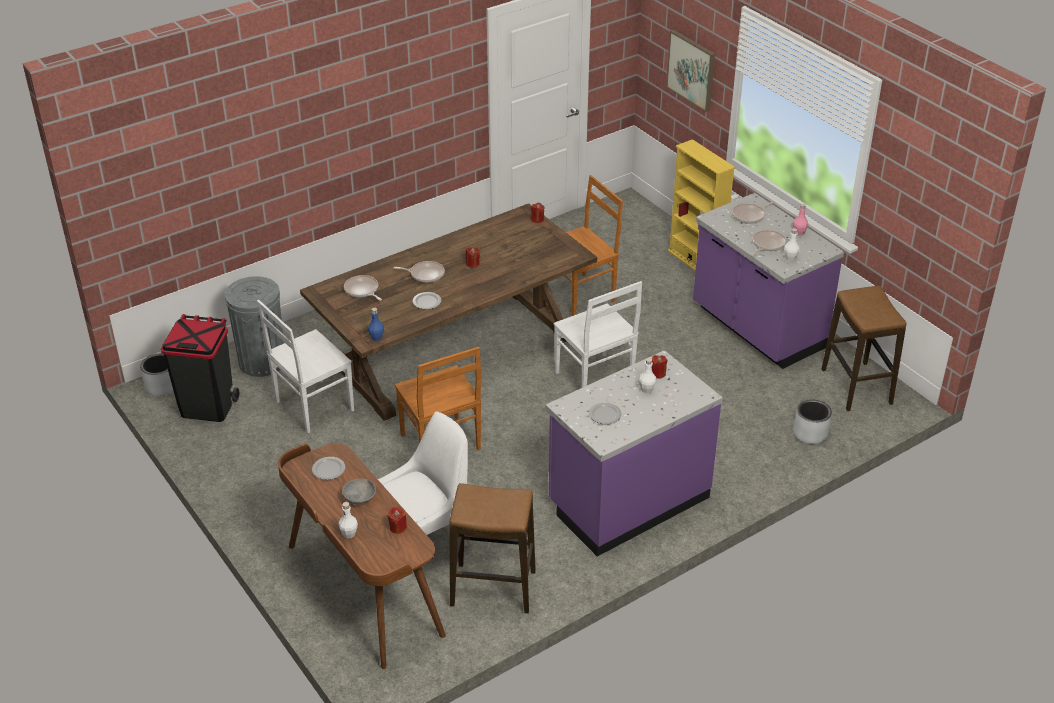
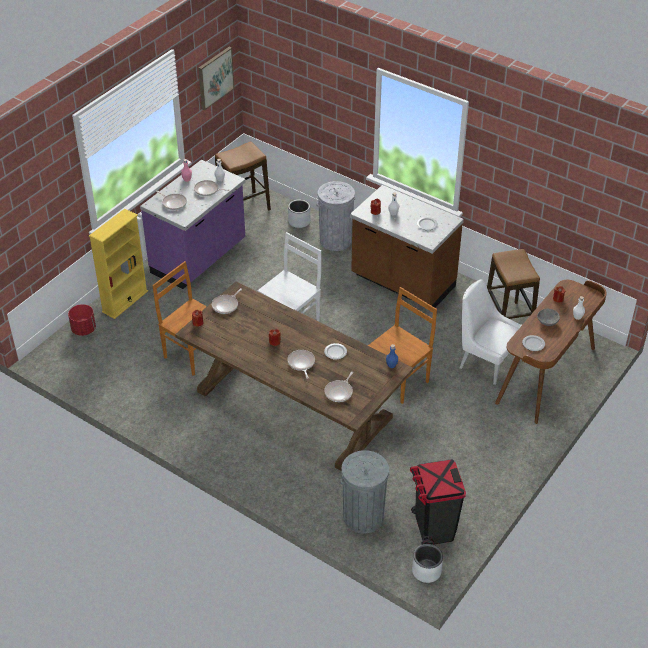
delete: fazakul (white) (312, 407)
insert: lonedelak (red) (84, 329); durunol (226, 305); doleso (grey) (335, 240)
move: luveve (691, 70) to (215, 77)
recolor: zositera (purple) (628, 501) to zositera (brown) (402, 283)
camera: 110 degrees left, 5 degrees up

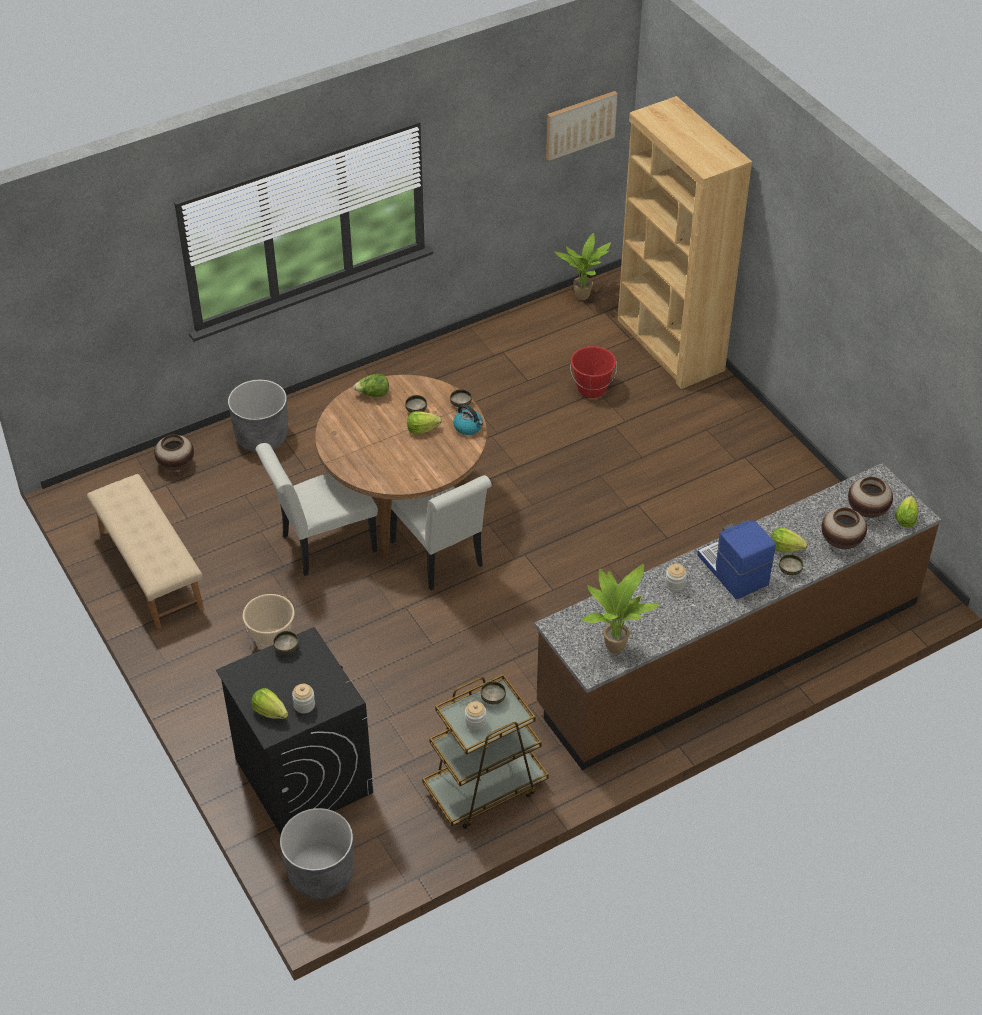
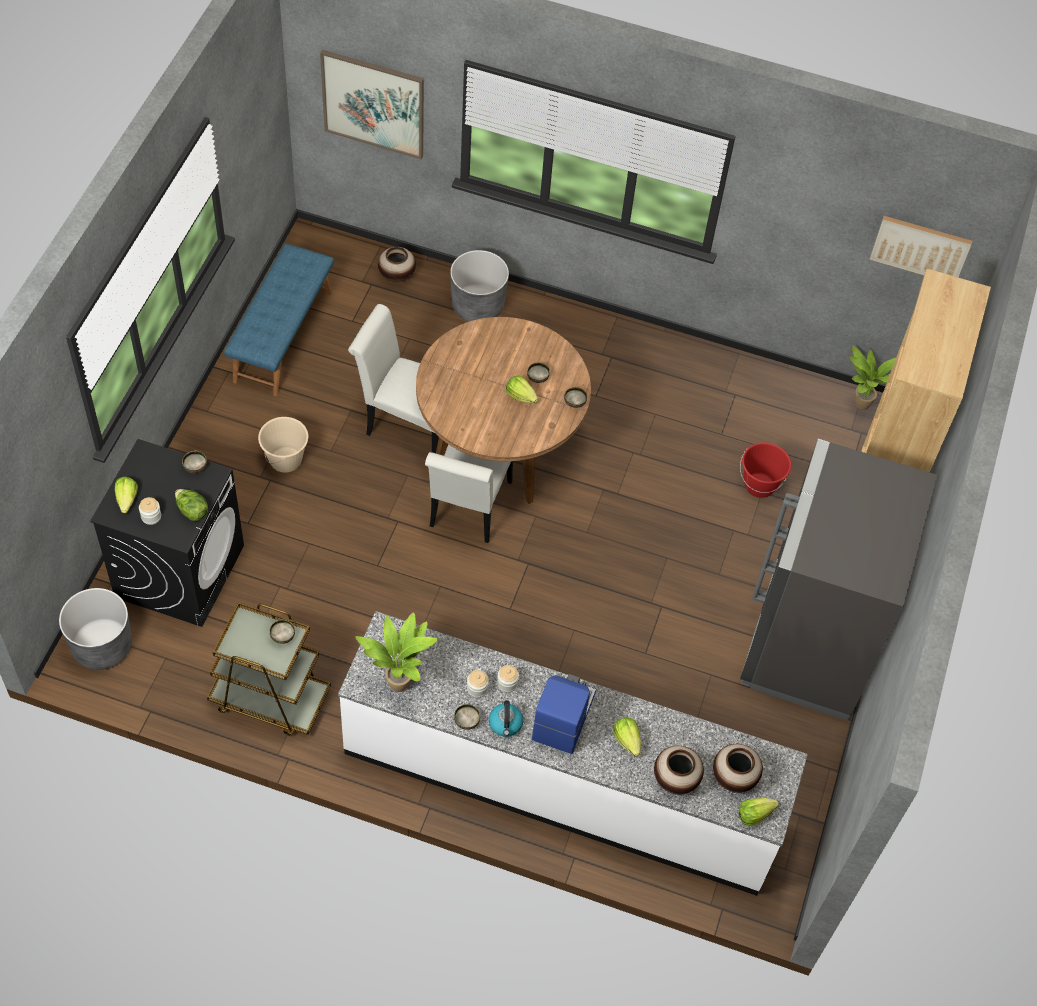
insert: luveve (373, 103); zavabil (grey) (809, 641)
move: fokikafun (373, 394) to (192, 511); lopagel (789, 570) to (467, 721); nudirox (475, 722) to (477, 689); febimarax (468, 427) to (505, 724)
recolor: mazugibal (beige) (149, 569) to mazugibal (blue) (282, 336); zositera (brown) (730, 653) to zositera (white) (561, 783)
camera: 45 degrees right, 10 degrees up

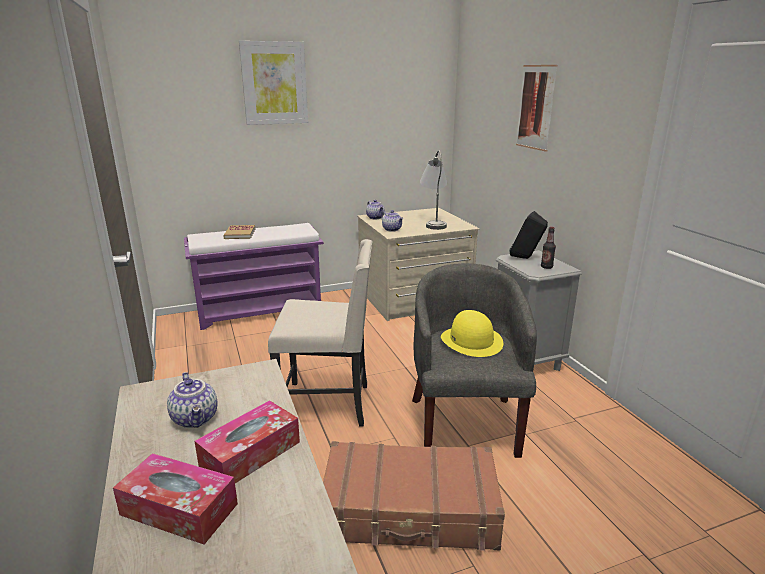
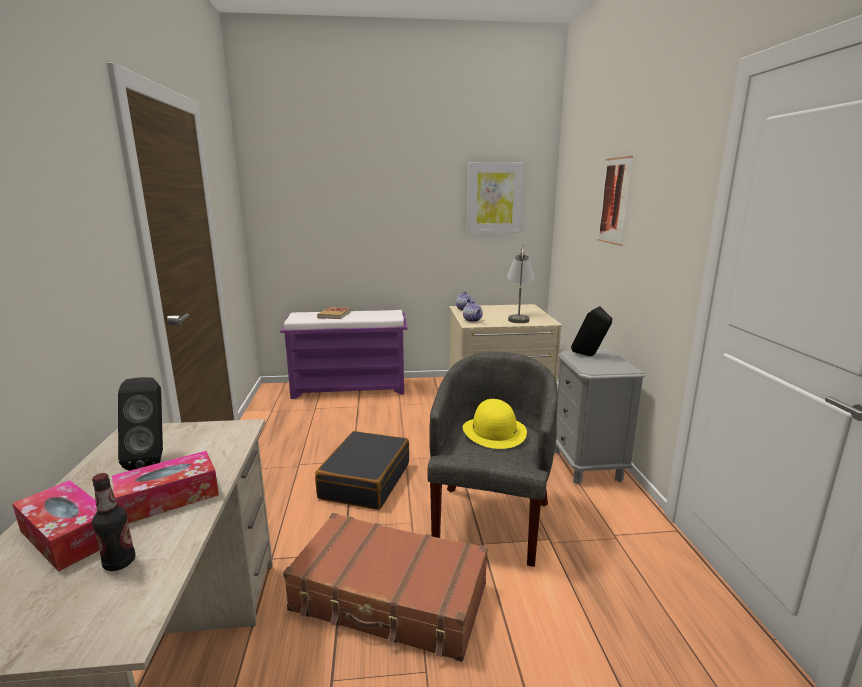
move: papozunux (546, 267) to (119, 562); luveve (274, 83) to (494, 198)
replace: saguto (196, 418) to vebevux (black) (153, 460); fazakul (beige) (328, 405) to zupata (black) (365, 480)
camera: 15 degrees right, 5 degrees down

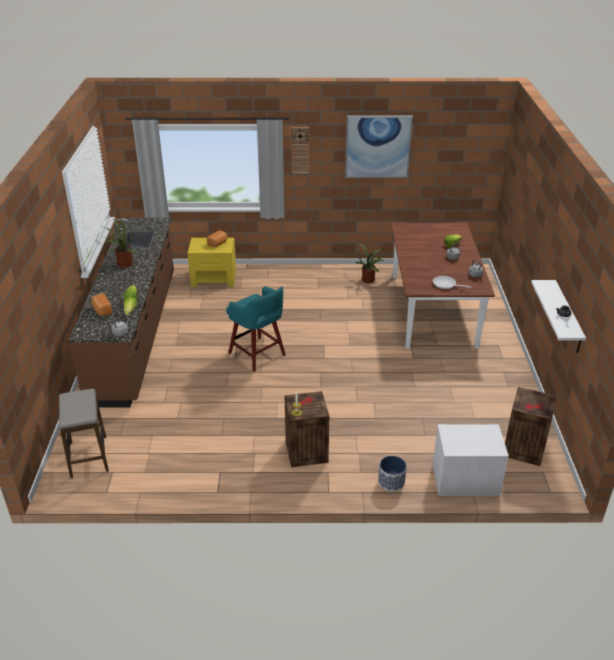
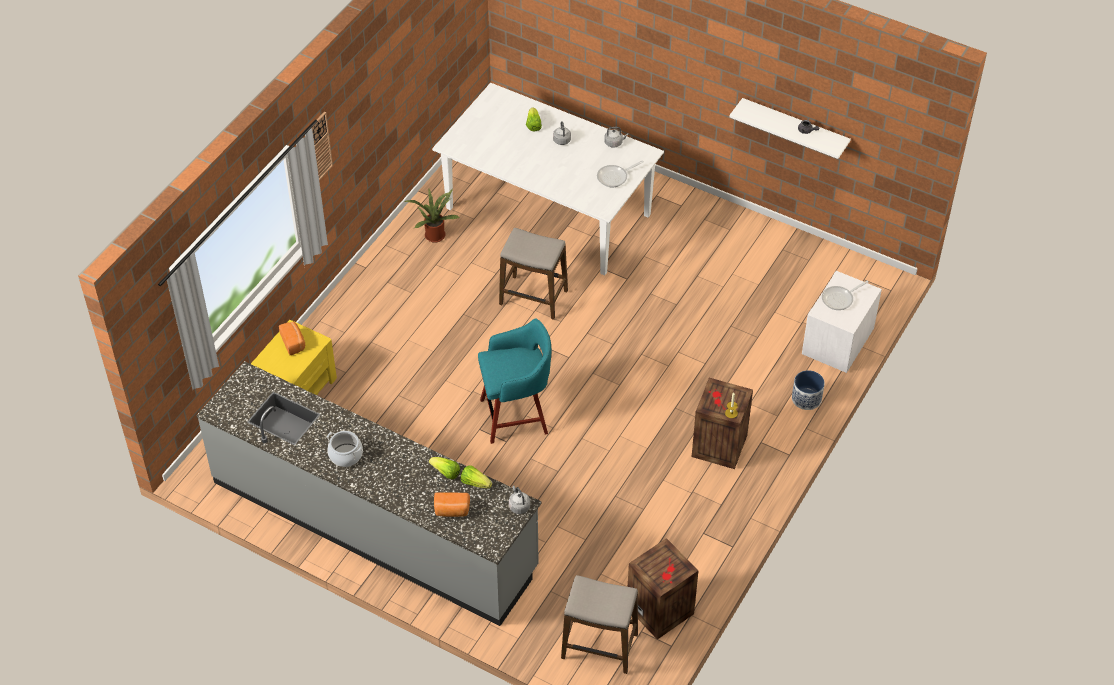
delete: luveve (377, 146)
insert: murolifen (533, 298); durunol (840, 299)
move: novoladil (524, 449) to (661, 610)
replace: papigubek (123, 264) to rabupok (345, 455)
recolor: zositera (brown) (136, 334) to zositera (grey) (374, 524); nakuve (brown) (433, 310) to nakuve (white) (549, 211)
camera: 60 degrees left, 15 degrees up

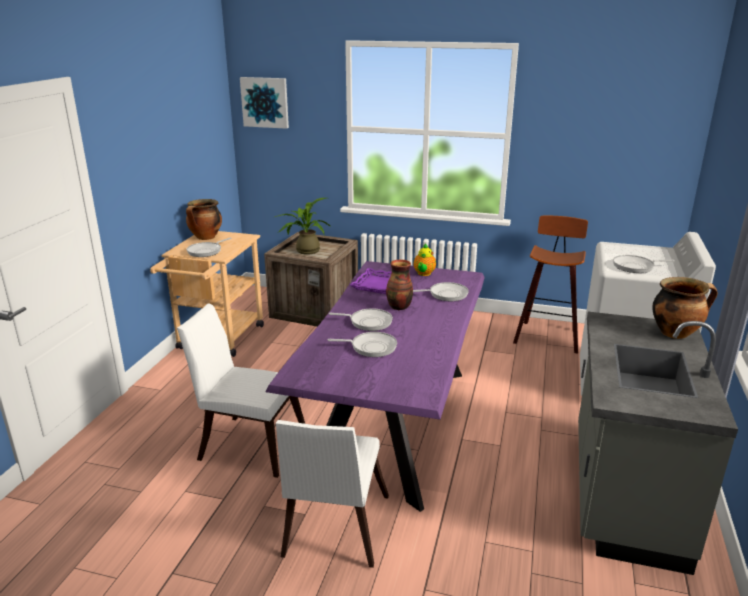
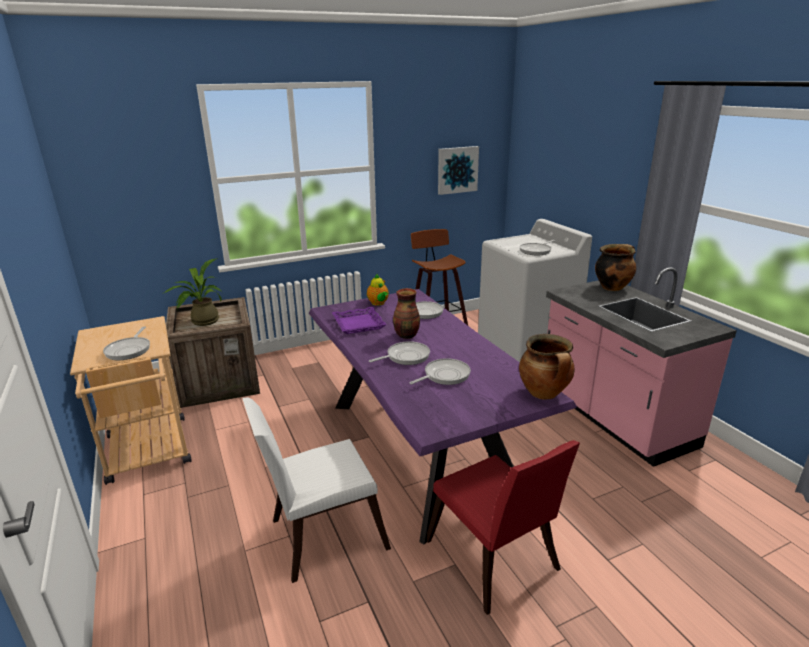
move: luveve (265, 102) to (457, 170); rabupok (205, 238) to (544, 394)
recolor: fazakul (white) (333, 531) to fazakul (red) (494, 562); zositera (grey) (623, 494) to zositera (pink) (614, 418)
camera: 40 degrees left, 0 degrees up

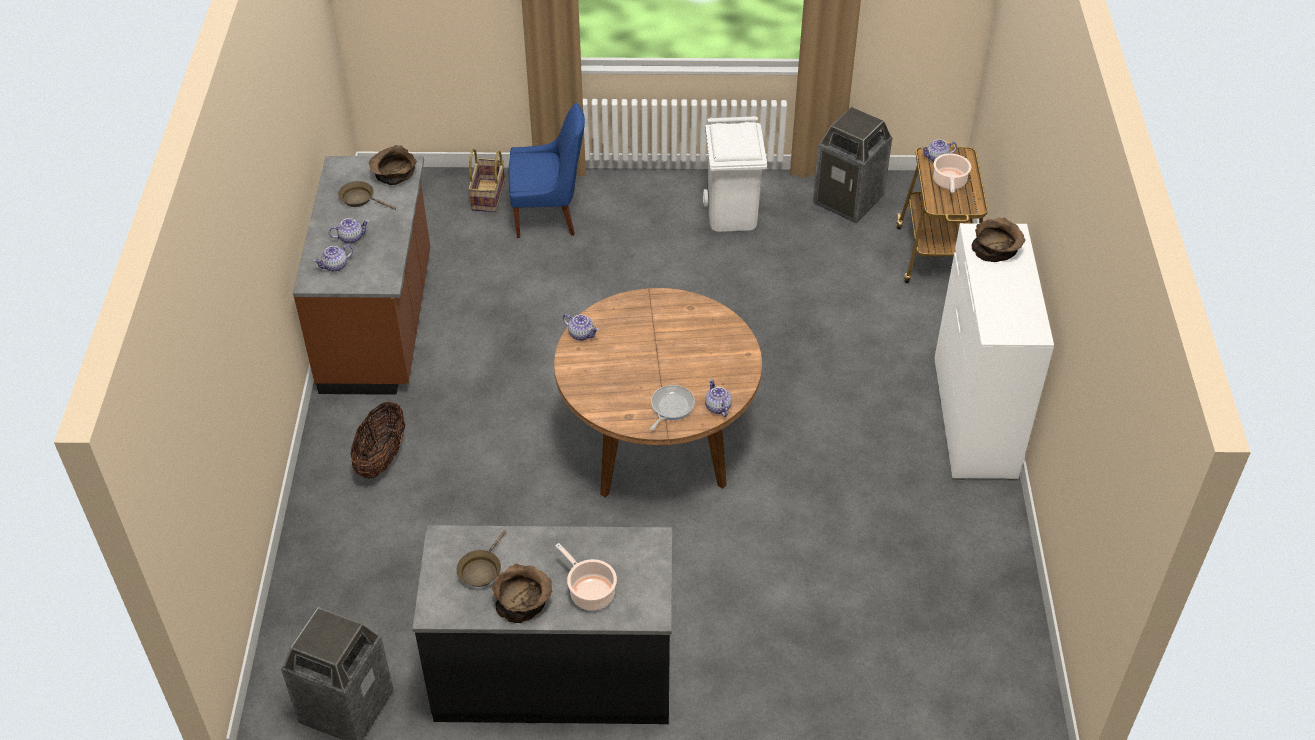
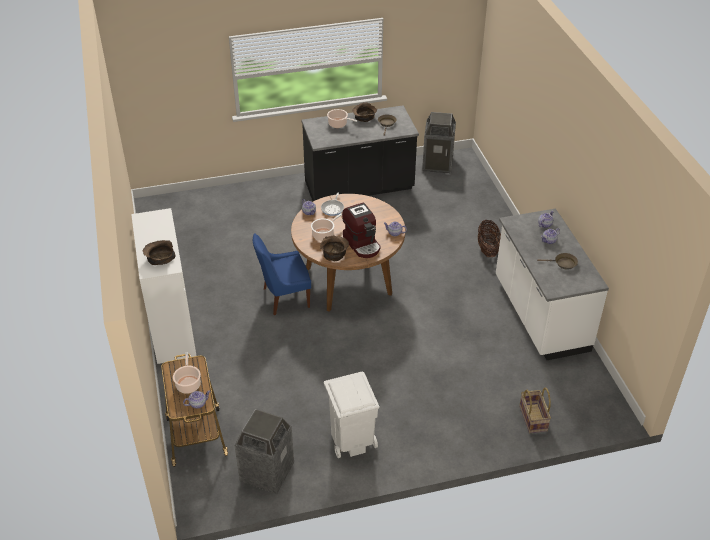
insert: rabupok (324, 234); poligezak (362, 244)
move: fazakul (blue) (549, 215) to (284, 298); lopagel (brown) (394, 175) to (334, 253)
recolor: zositera (brown) (379, 324) to zositera (white) (539, 315)
camera: 165 degrees right, 5 degrees down

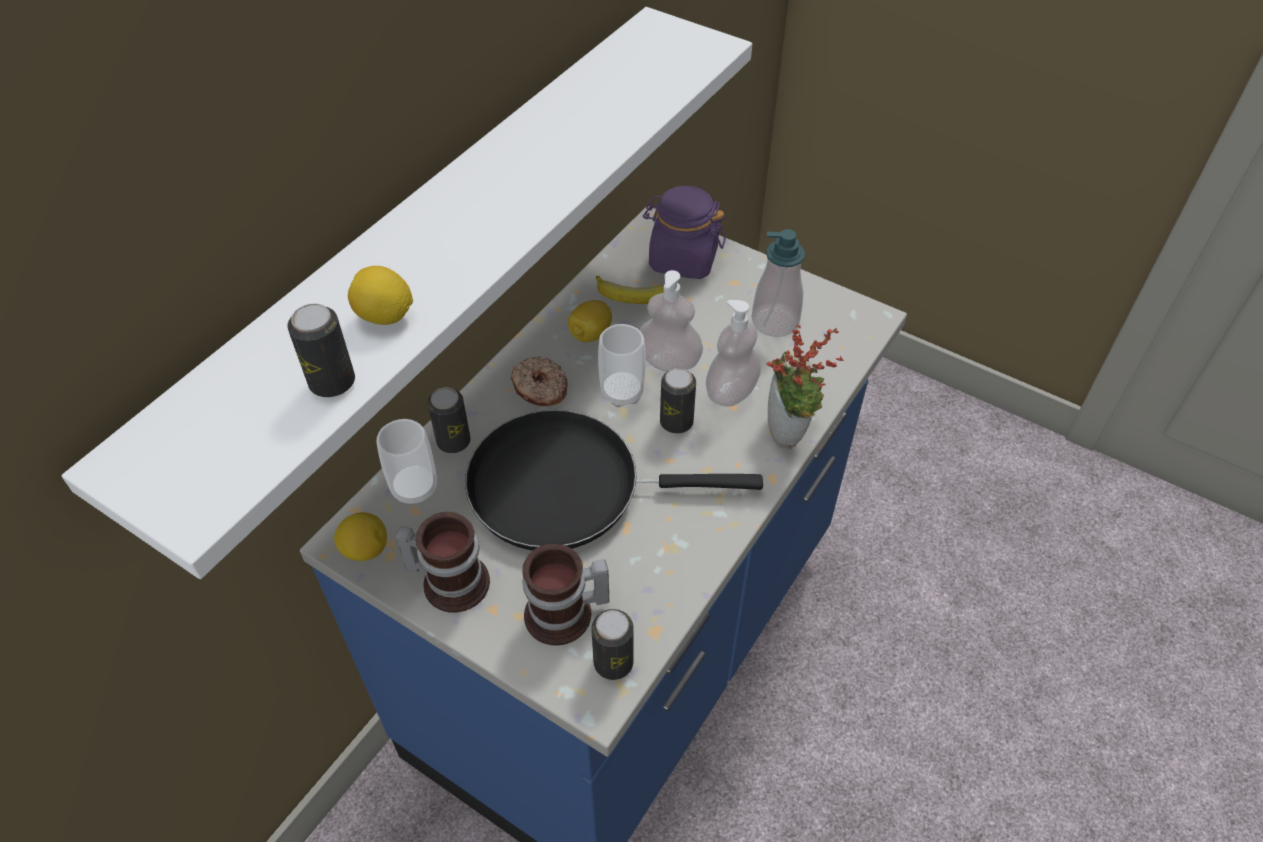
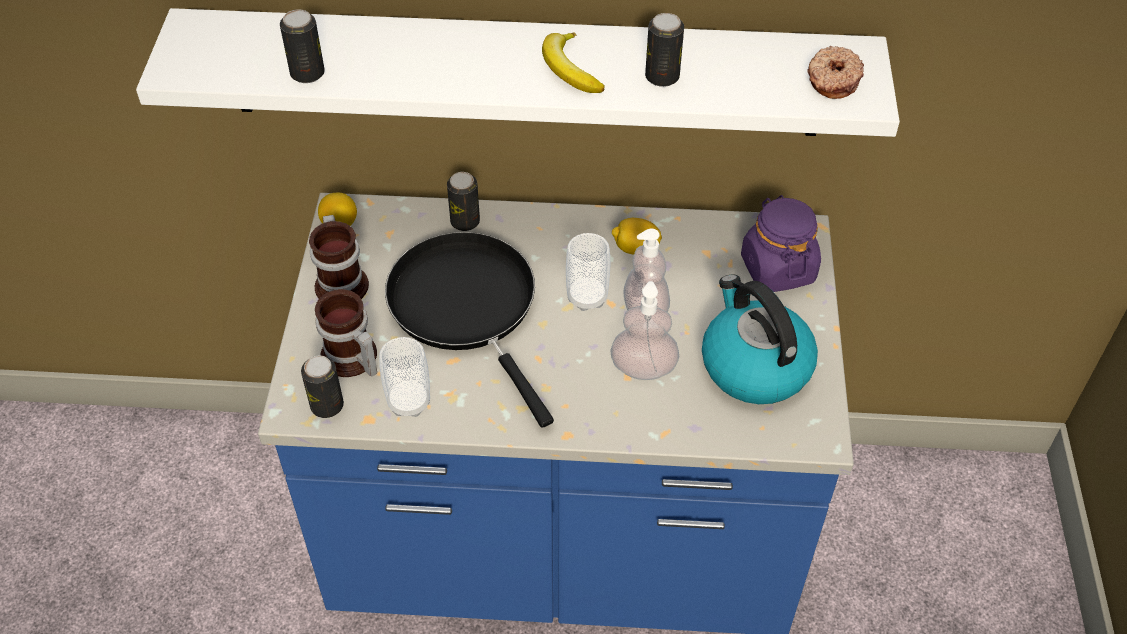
delete: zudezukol (385, 317); papigubek (790, 434)
move: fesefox (415, 488) to (409, 402); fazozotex (632, 298) to (569, 70); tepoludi (676, 422) to (662, 77); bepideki (540, 389) to (832, 80)
replace: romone (775, 321) to febimarax (754, 365)
camera: 60 degrees right, 0 degrees up

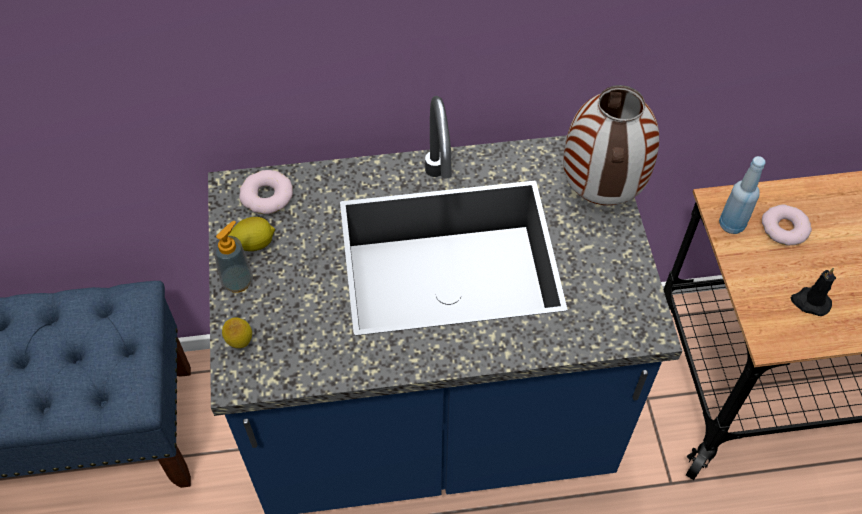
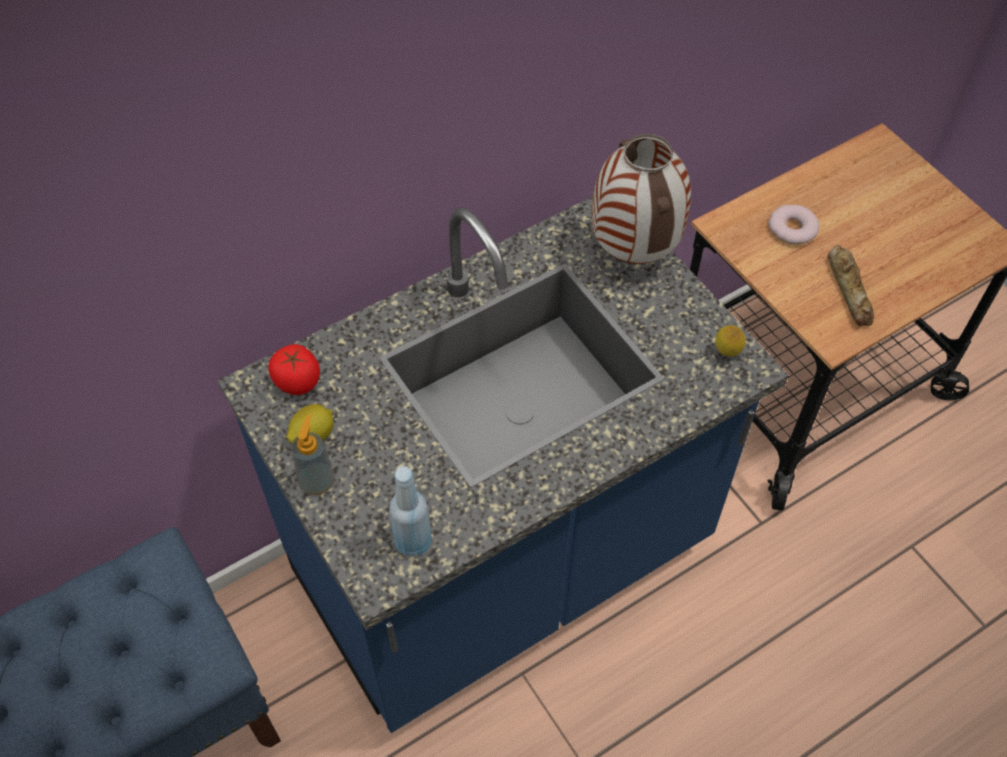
move: papozunux (blue) (731, 224) to (413, 542); zudezukol (240, 343) to (726, 353)
replace: bepideki (267, 196) to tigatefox (297, 381); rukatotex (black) (810, 302) to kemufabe (850, 289)
camera: 25 degrees left, 0 degrees up

